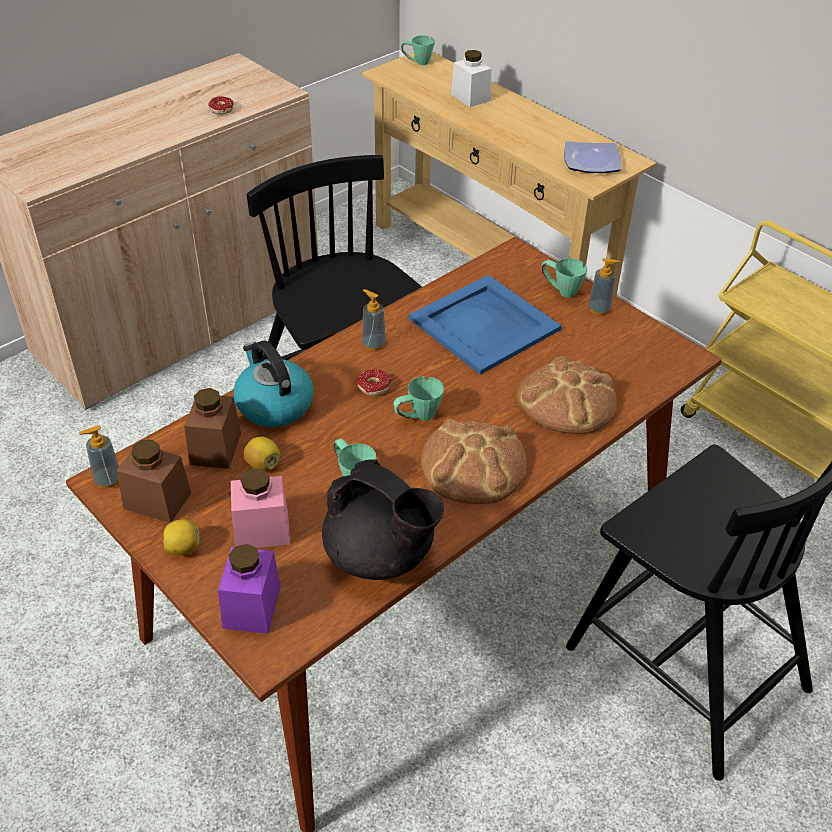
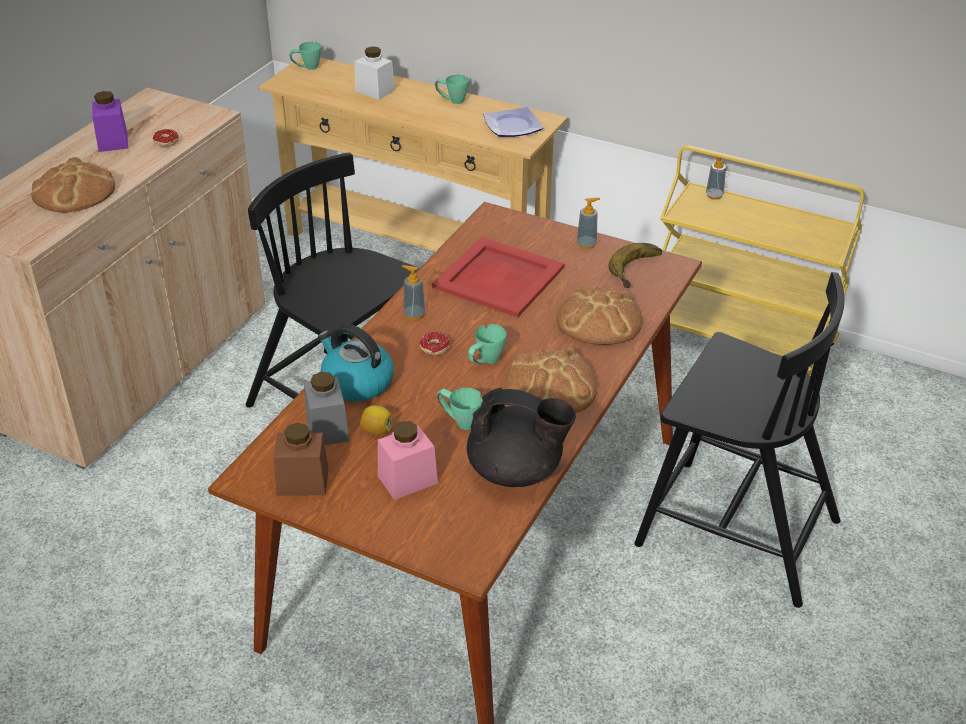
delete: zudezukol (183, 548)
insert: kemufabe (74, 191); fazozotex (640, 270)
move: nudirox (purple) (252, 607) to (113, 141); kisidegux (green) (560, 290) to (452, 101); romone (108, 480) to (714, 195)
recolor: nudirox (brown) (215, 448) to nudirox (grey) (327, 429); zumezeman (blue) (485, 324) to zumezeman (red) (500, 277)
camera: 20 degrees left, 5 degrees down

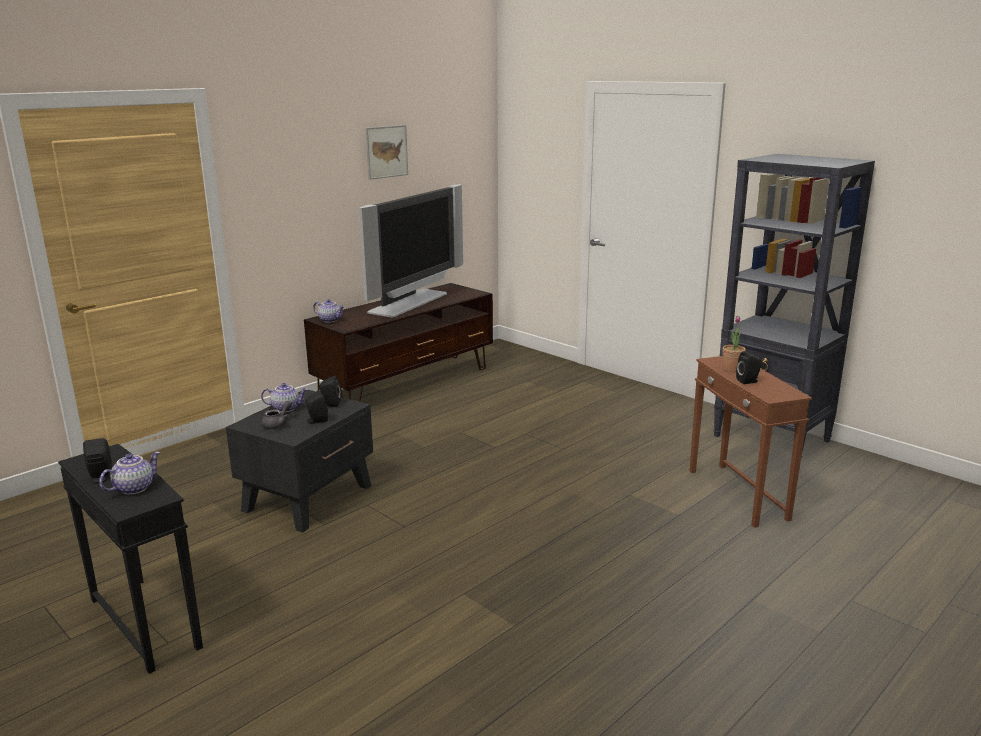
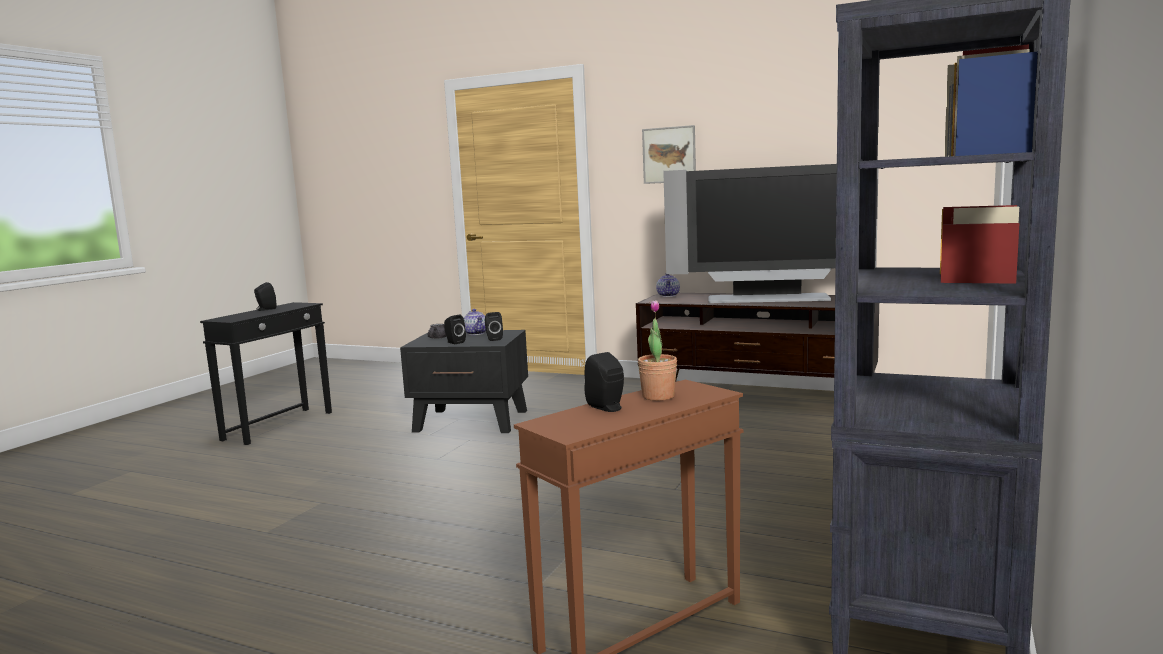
delete: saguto (134, 488)
move: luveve (386, 151) to (669, 155)
camera: 70 degrees right, 10 degrees down

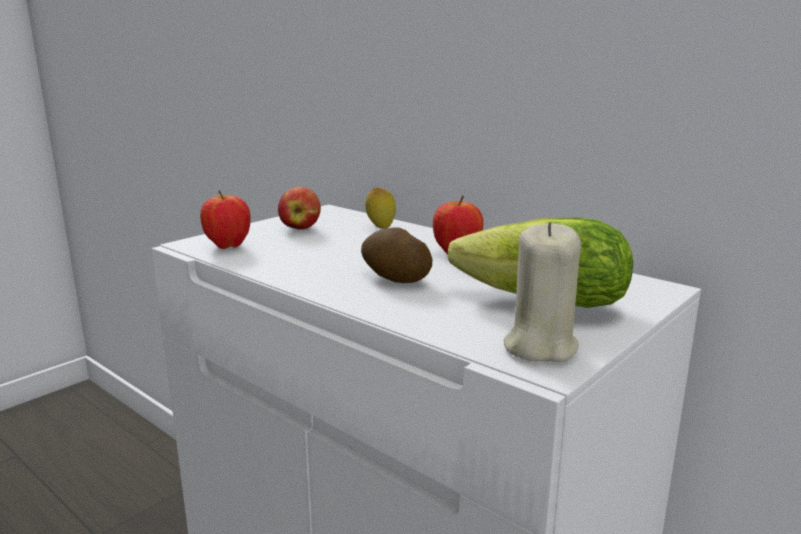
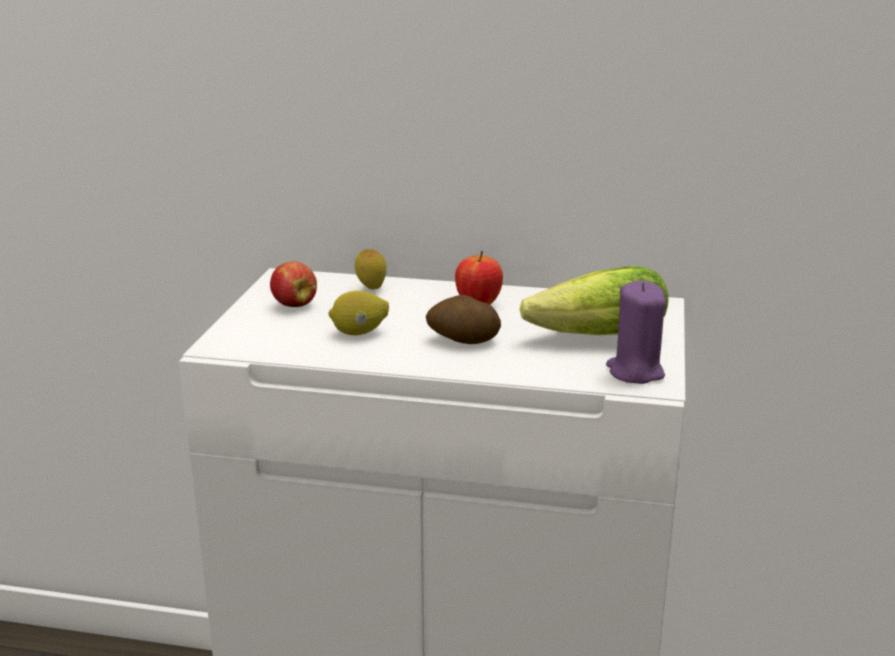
delete: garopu (228, 246)
insert: zudezukol (359, 333)
recolor: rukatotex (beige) (539, 346) to rukatotex (purple) (635, 372)
camera: 30 degrees left, 5 degrees up

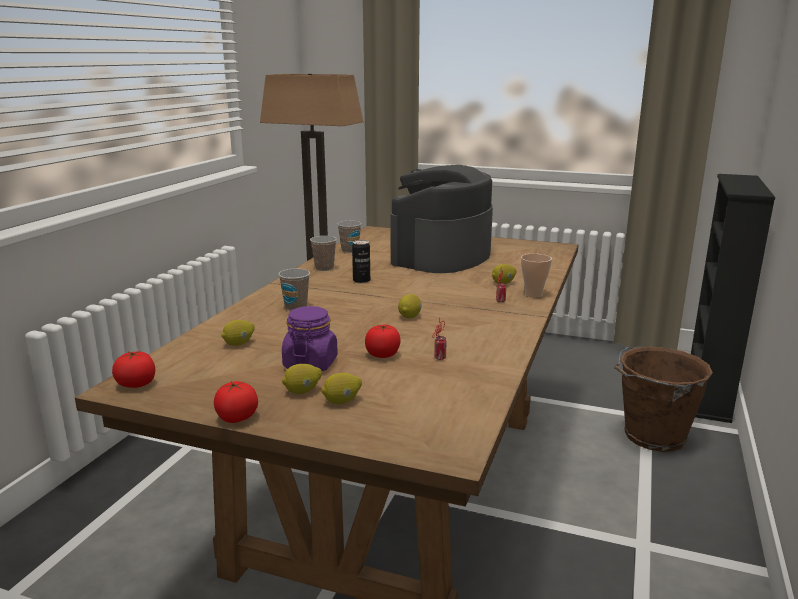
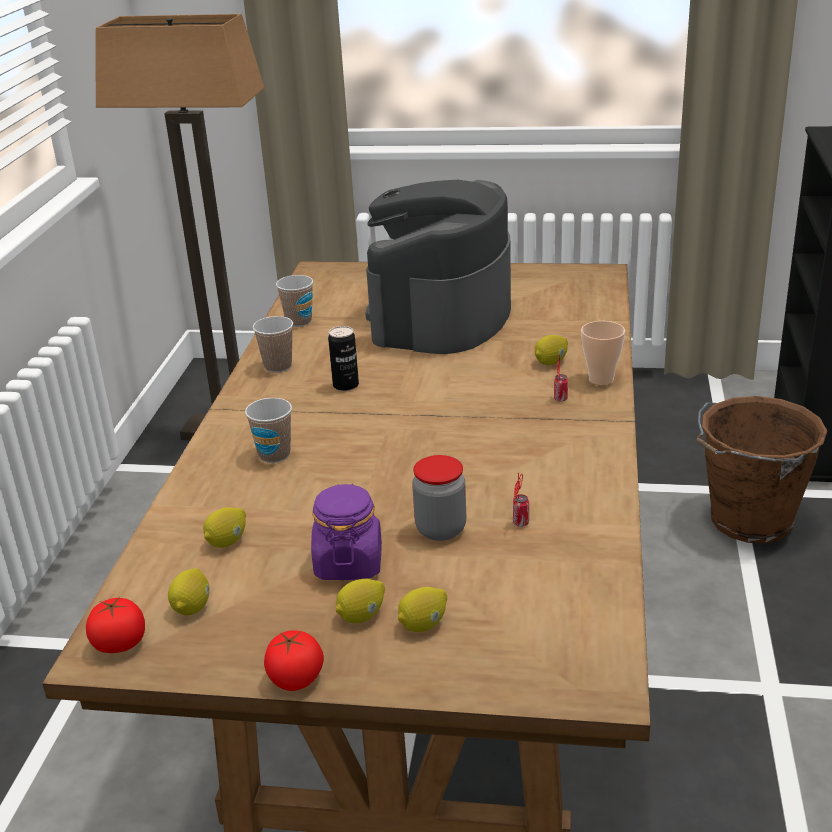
move: zudezukol (410, 316) to (192, 607)
replace: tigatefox (383, 354) to nudirox (441, 529)
camera: 10 degrees left, 10 degrees up

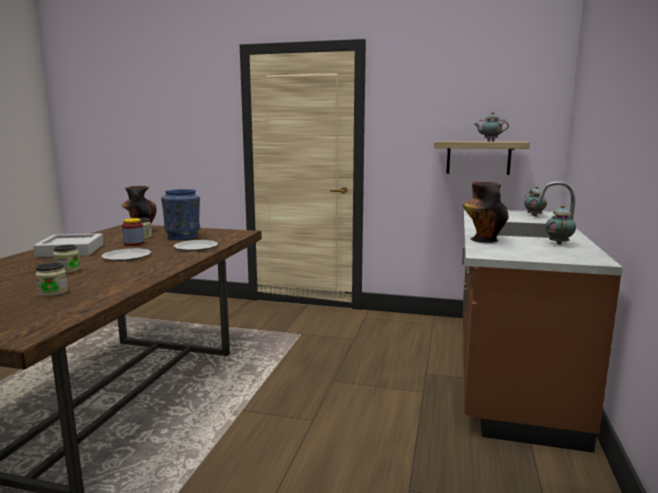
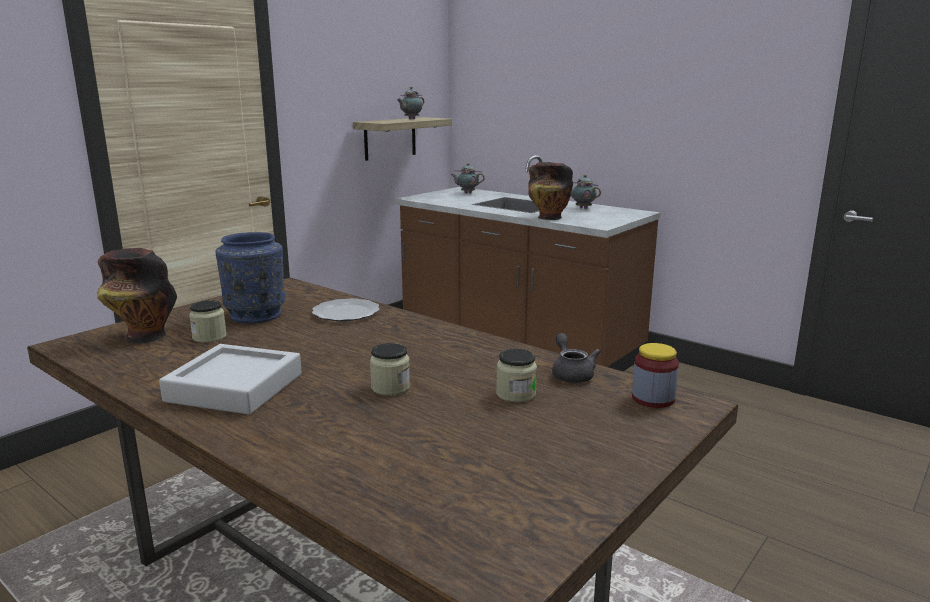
delete: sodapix (126, 257)
insert: saguto (grey) (571, 374)
move: nudirox (134, 244) to (653, 398)
camera: 65 degrees left, 5 degrees up

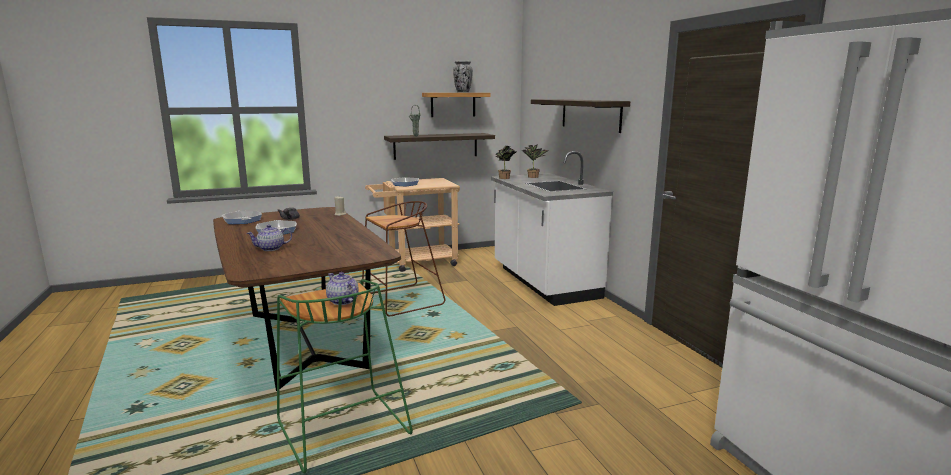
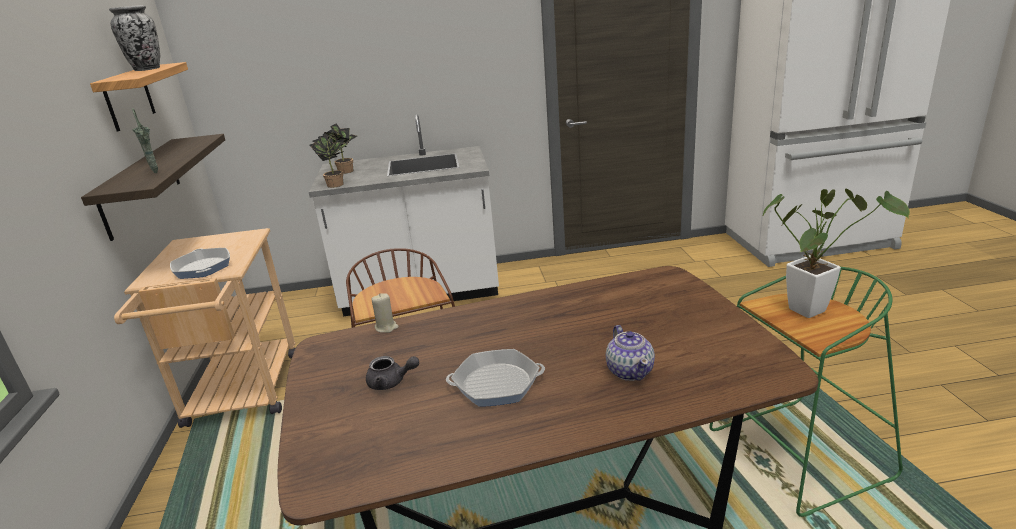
delete: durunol (242, 220); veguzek (590, 114)
replace: saguto (343, 301) to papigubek (813, 308)
camera: 75 degrees left, 10 degrees up

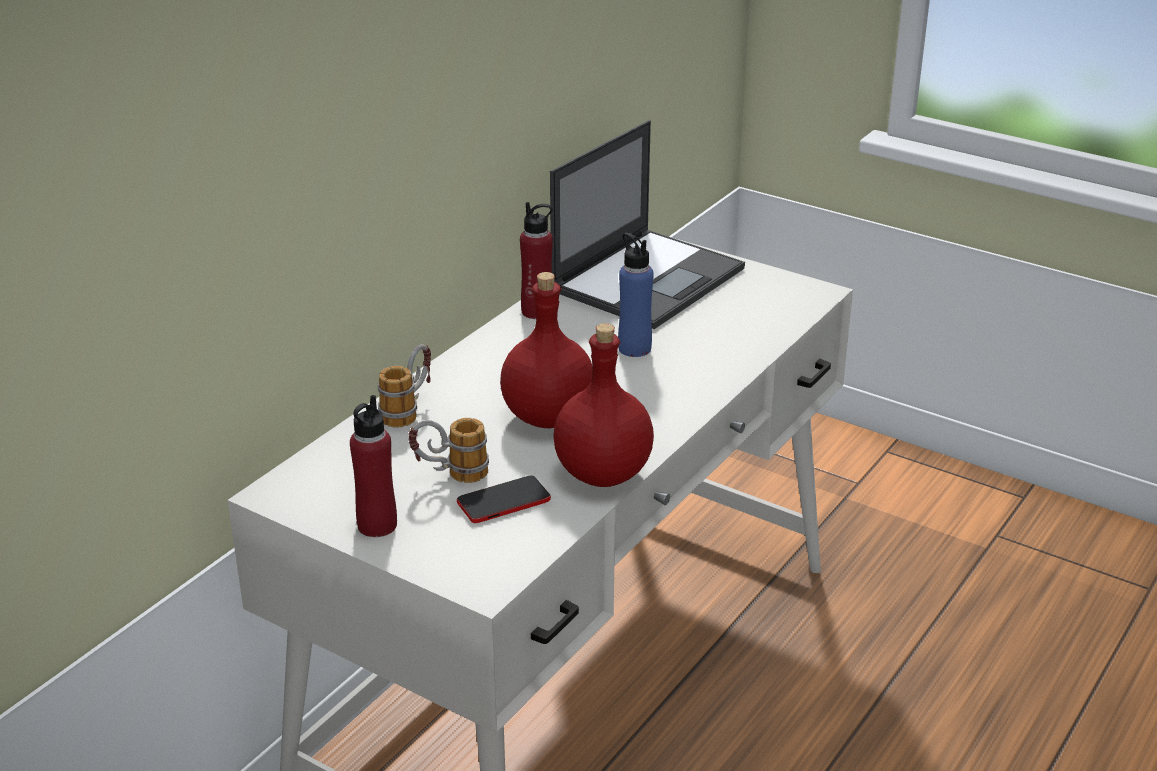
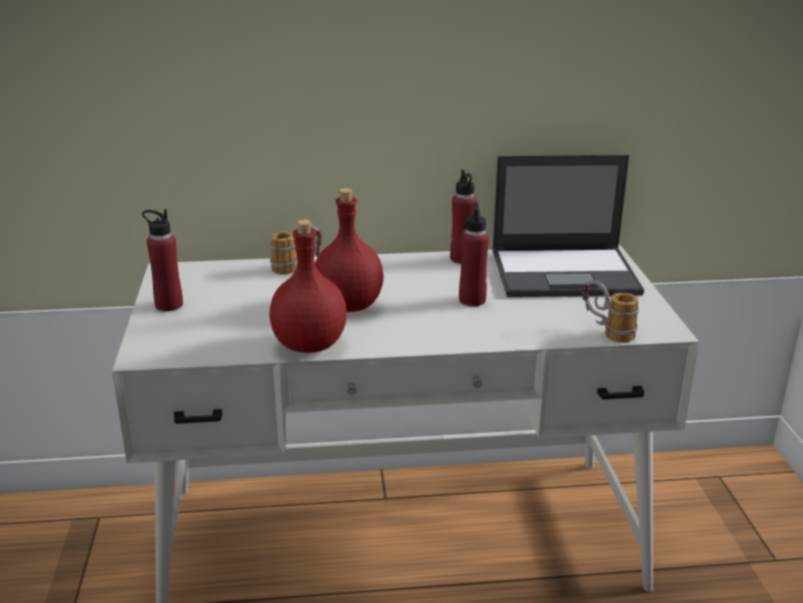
delete: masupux (503, 501)
move: kisidegux (450, 475) to (606, 331)
recolor: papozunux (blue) (634, 348) to papozunux (red) (472, 300)
camera: 50 degrees right, 5 degrees down

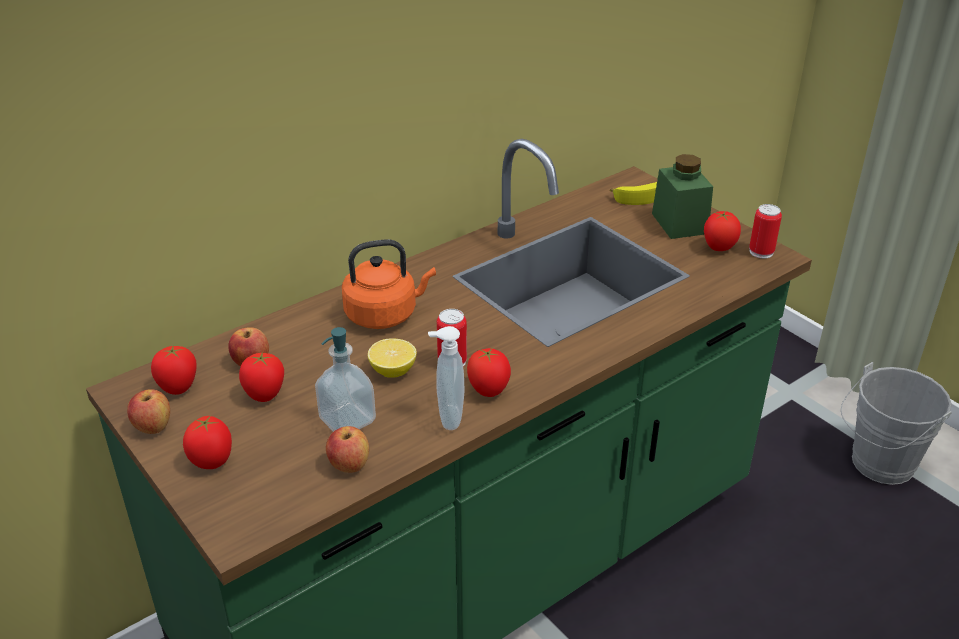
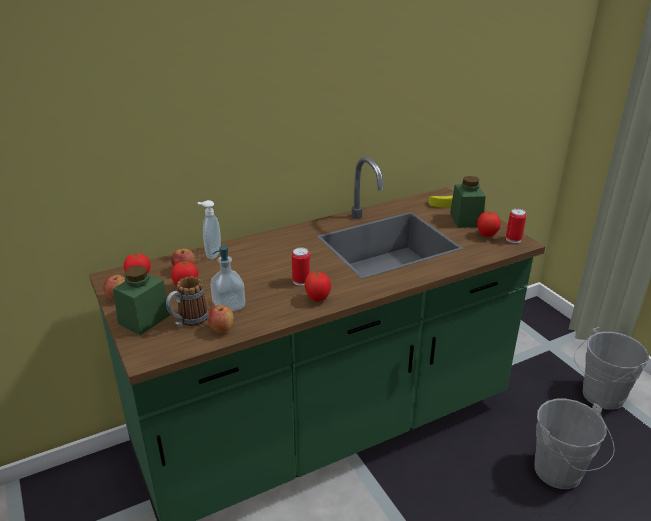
delete: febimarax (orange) (385, 314); zudezukol (393, 371)
insert: kisidegux (188, 321); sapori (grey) (561, 474)
move: romone (448, 418) to (212, 254)
replace: tigatefox (212, 462) to nudirox (green) (144, 319)
camera: 10 degrees right, 5 degrees down

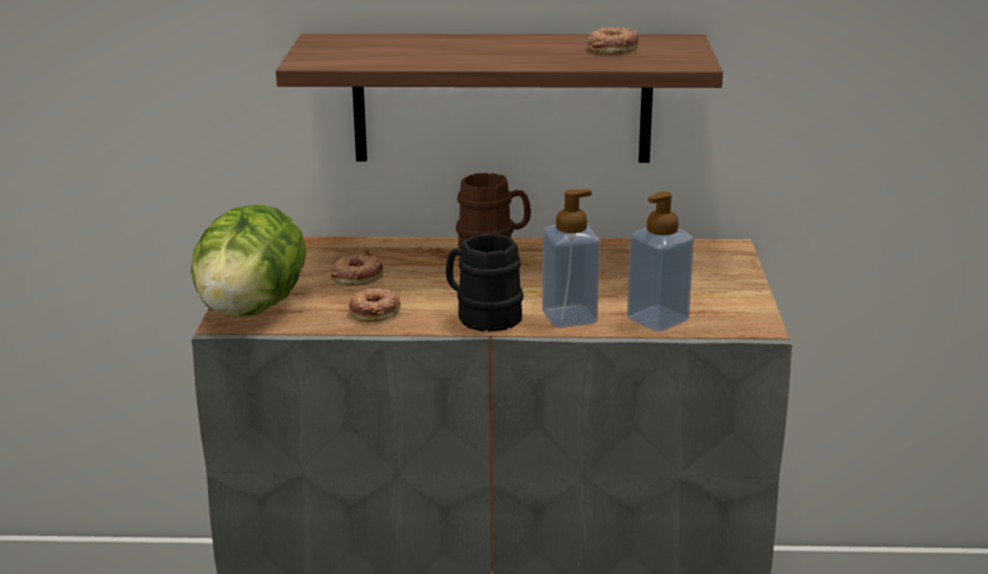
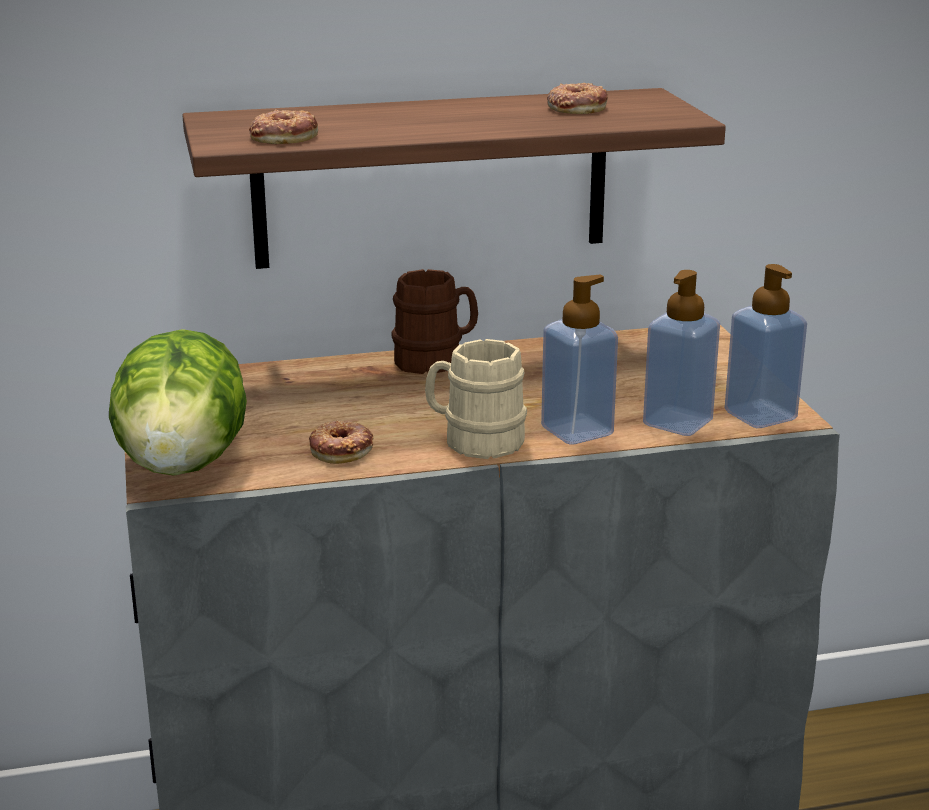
insert: romone (760, 415)
move: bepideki (356, 276) to (283, 136)
recolor: kisidegux (black) (482, 316) to kisidegux (beige) (474, 441)
camera: 15 degrees left, 0 degrees up

